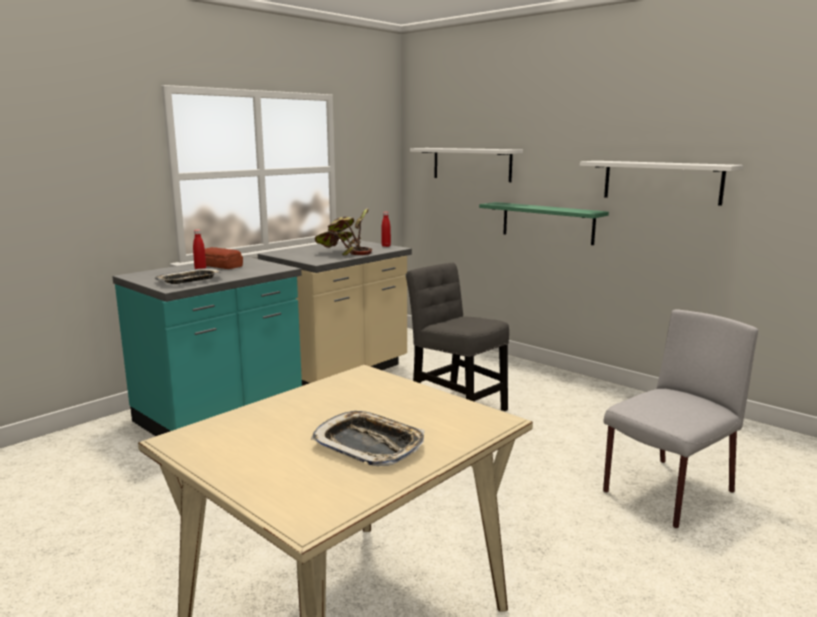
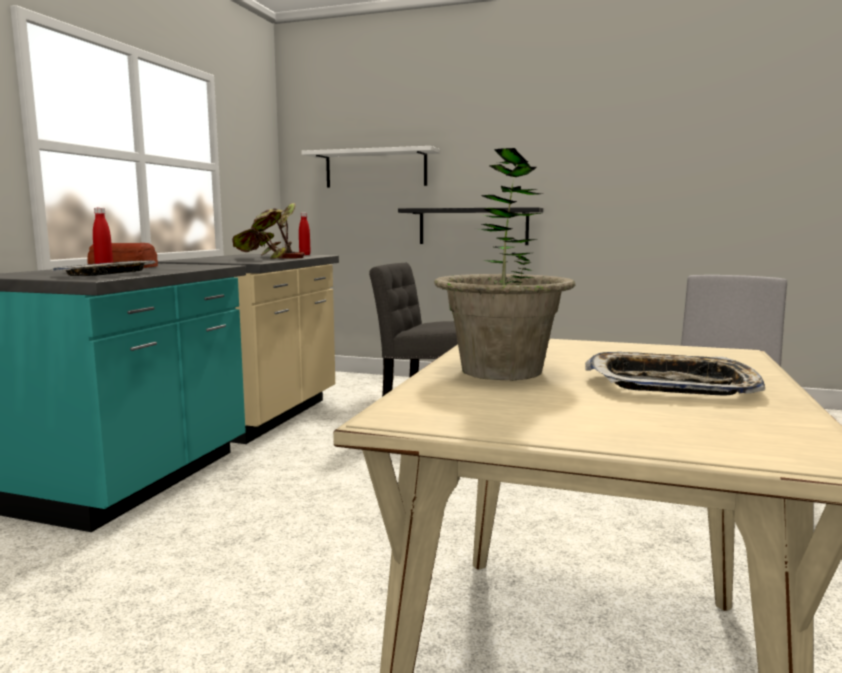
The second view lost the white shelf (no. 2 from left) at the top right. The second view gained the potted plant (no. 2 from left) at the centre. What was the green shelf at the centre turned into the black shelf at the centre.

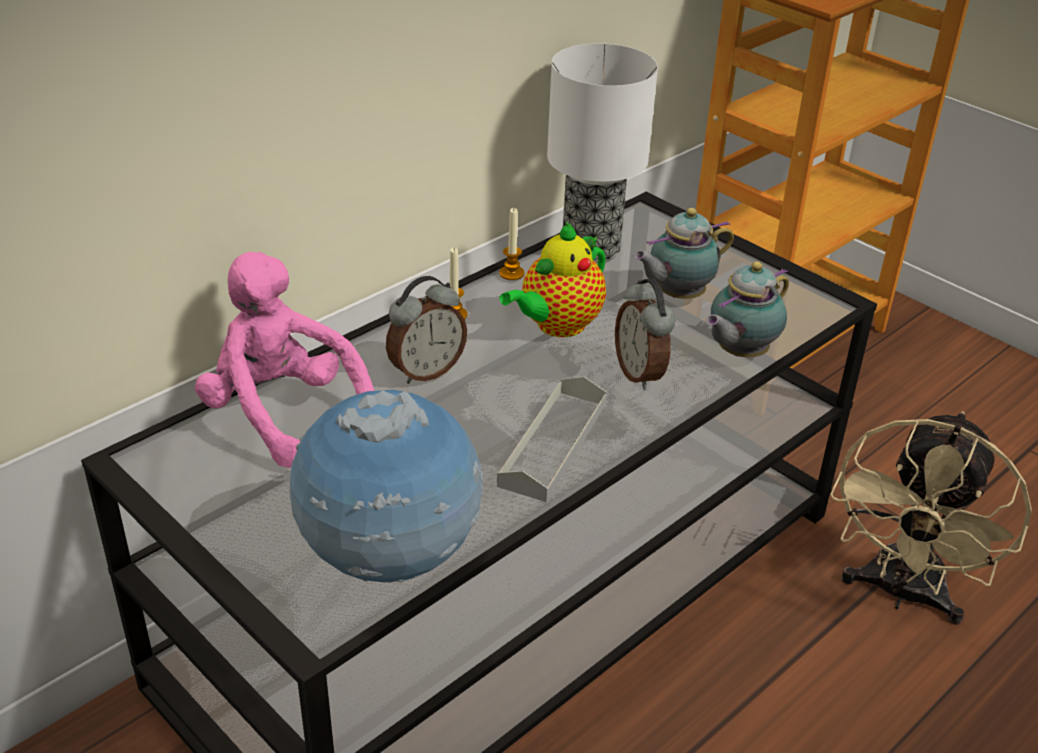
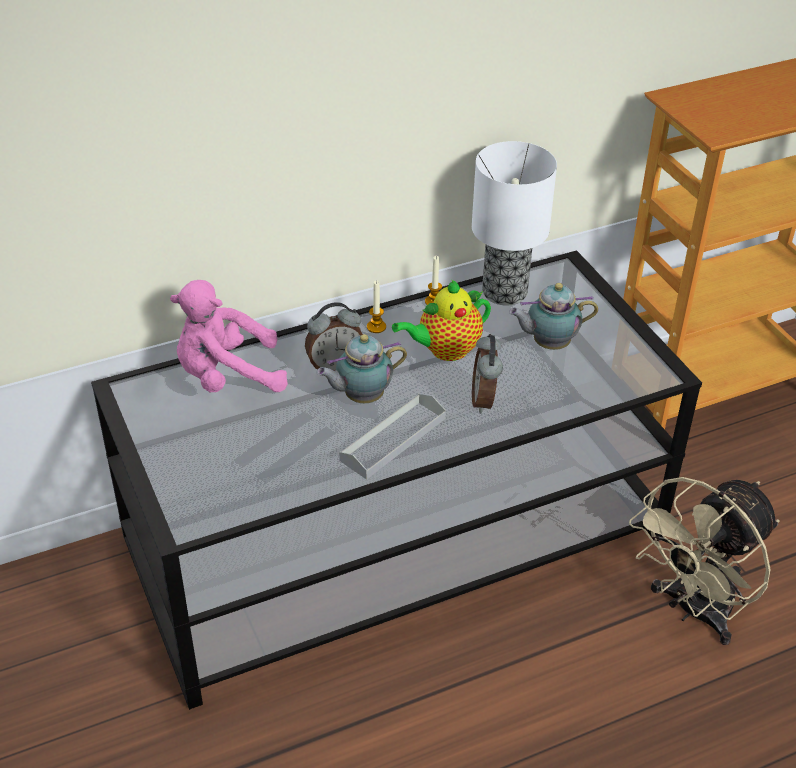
The second view lost the globe at the centre. The teapot (no. 3 from left in the first image) ended up elsewhere, having gone from the middle right to the centre. The pink plush toy at the middle left ended up facing another way, 75 degrees counterclockwise from before.

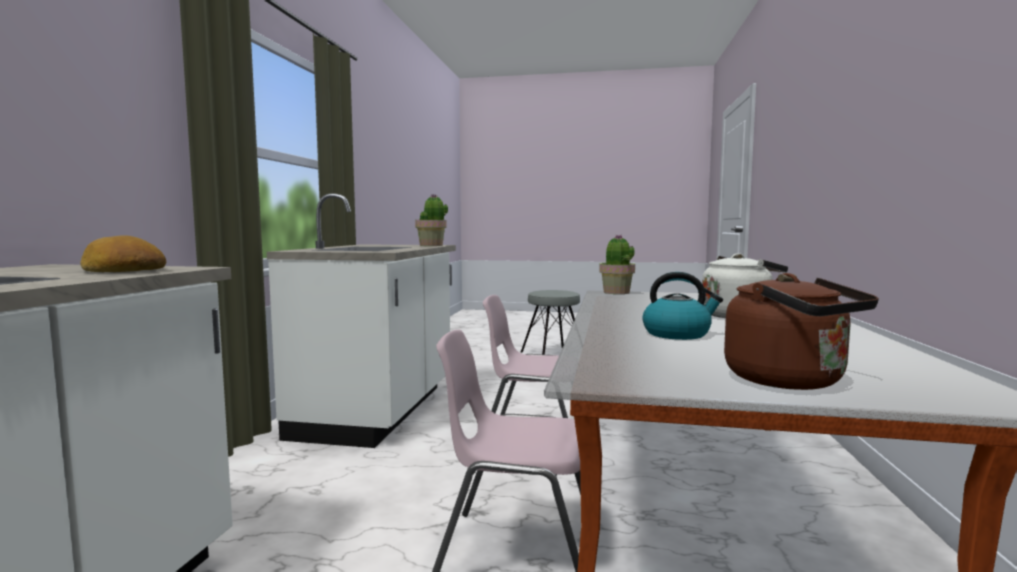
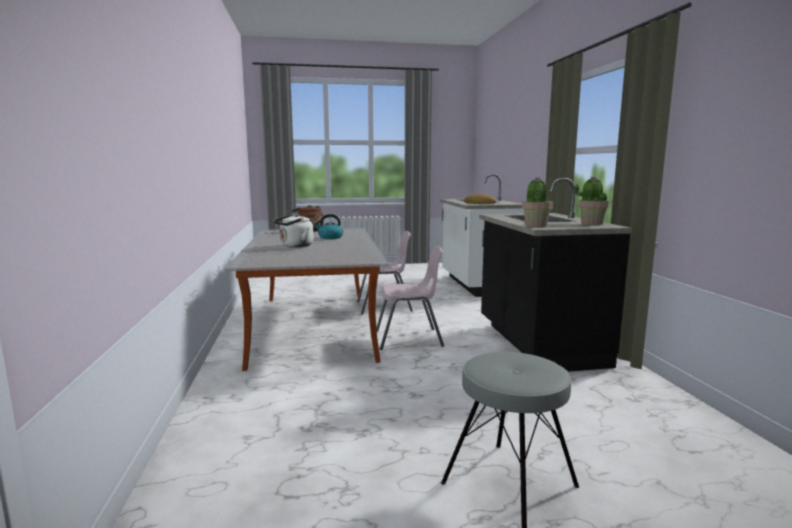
The potted plant (no. 2 from left) ended up elsewhere, having gone from the centre to the middle right. What was the white counter (no. 2 from left) at the centre turned into the black counter at the middle right.

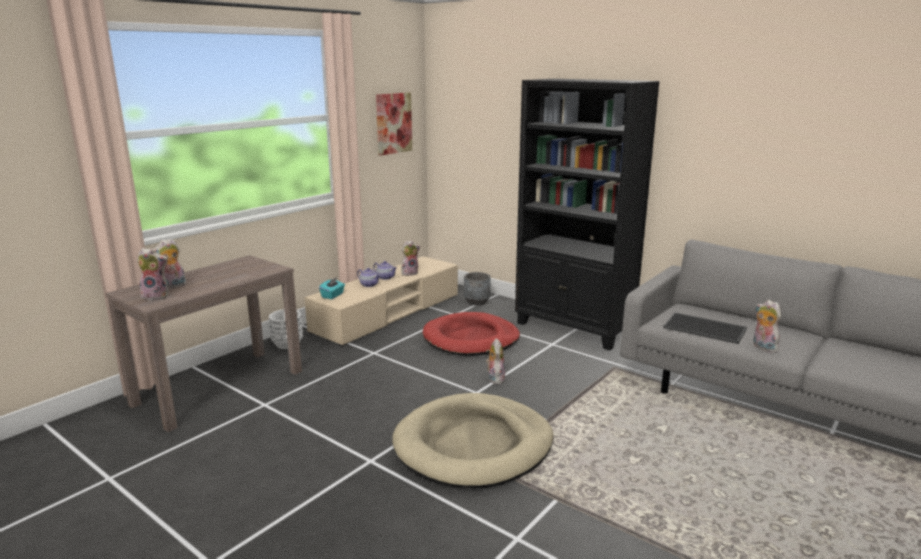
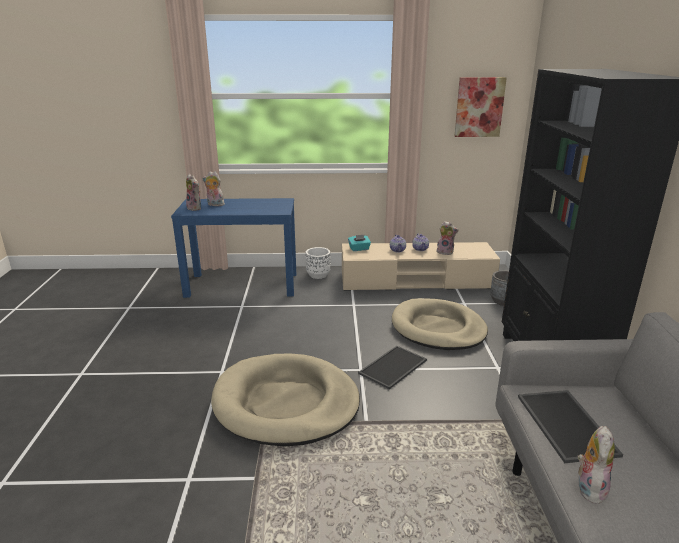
Where the plush toy (no. 4 from left) stood at the centre, the tray (no. 1 from left) came to stand at the bottom centre. What was the brown console table at the middle left turned into the blue console table at the centre. What was the red dog bed at the centre turned into the beige dog bed (no. 2 from left) at the centre.

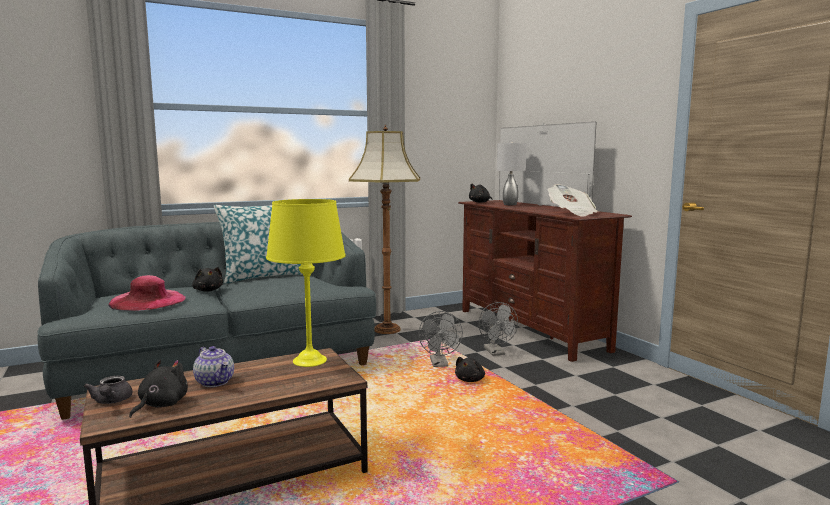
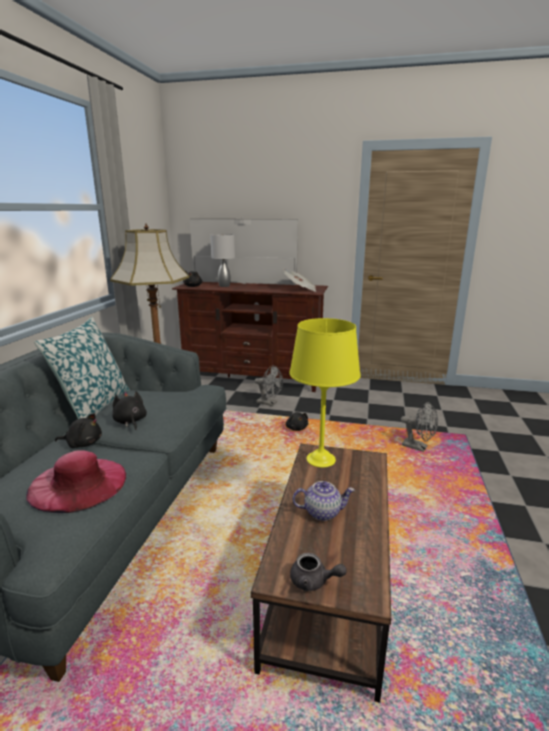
The black plush toy (no. 1 from left in the first image) ended up elsewhere, having gone from the bottom left to the middle left. The grey fan (no. 1 from left in the first image) ended up elsewhere, having gone from the bottom centre to the middle right.

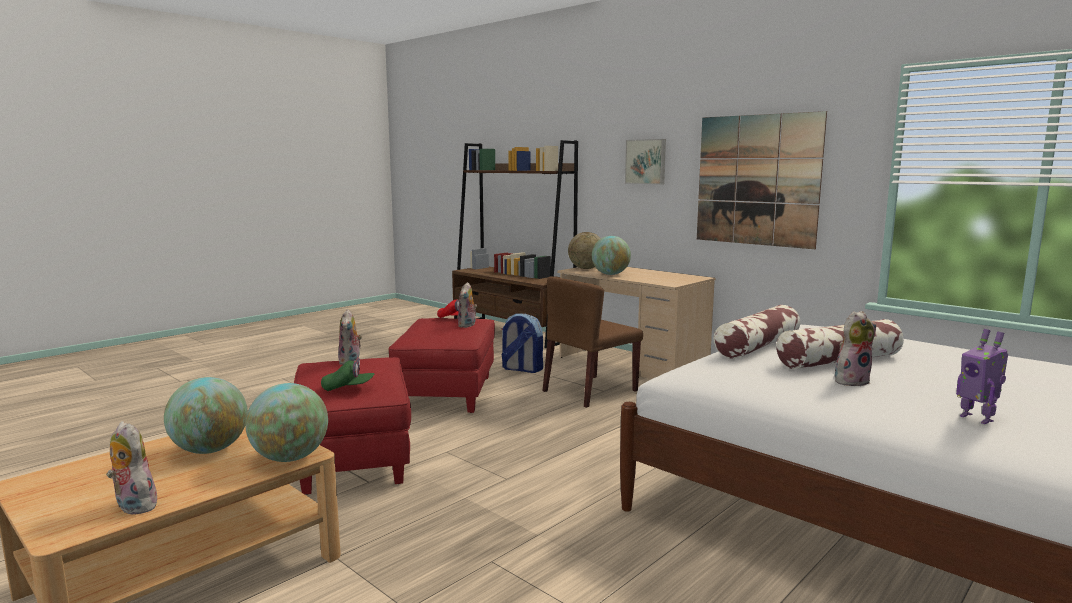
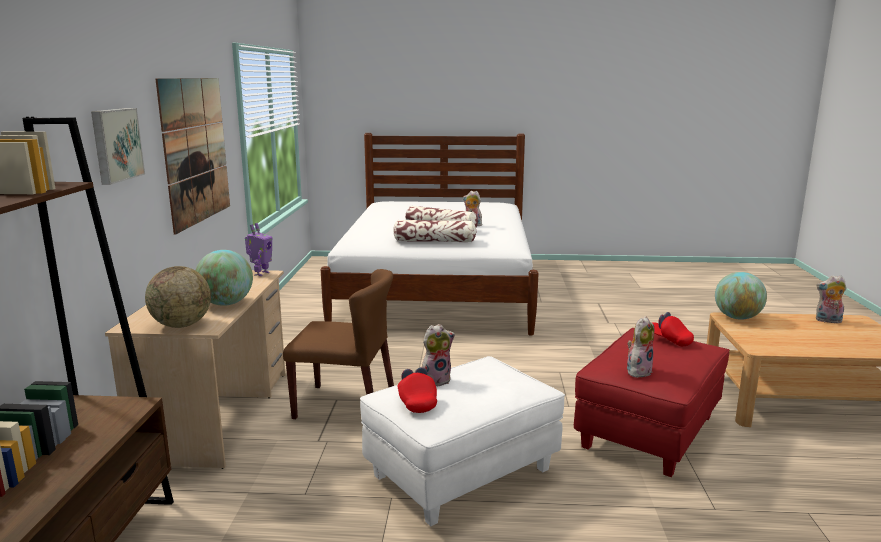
The second view lost the globe (no. 1 from left) at the bottom left. The second view lost the backpack at the centre. The toy robot ended up elsewhere, having gone from the middle right to the middle left. What was the green cap at the middle left turned into the red cap (no. 2 from left) at the middle right. What was the red ottoman (no. 2 from left) at the centre turned into the white ottoman at the bottom centre. The plush toy (no. 1 from left in the first image) at the bottom left ended up facing another way, 105 degrees clockwise from before.

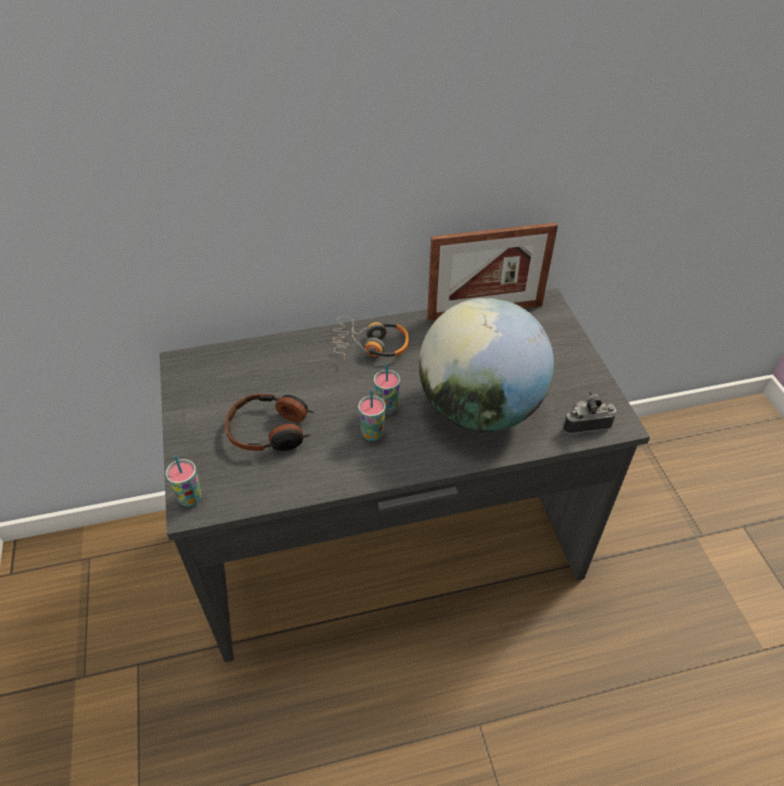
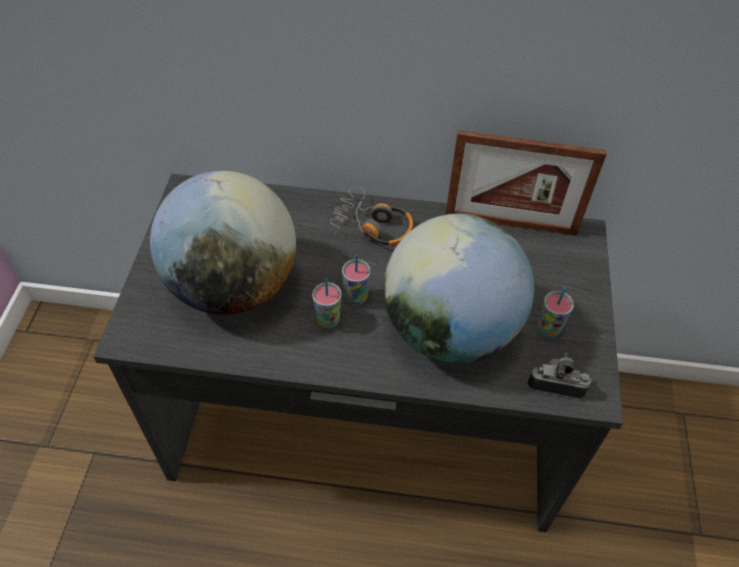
The cup (no. 1 from left in the first image) ended up elsewhere, having gone from the middle left to the middle right. Where the headphones (no. 1 from left) stood at the centre, the globe (no. 1 from left) came to stand at the middle left.

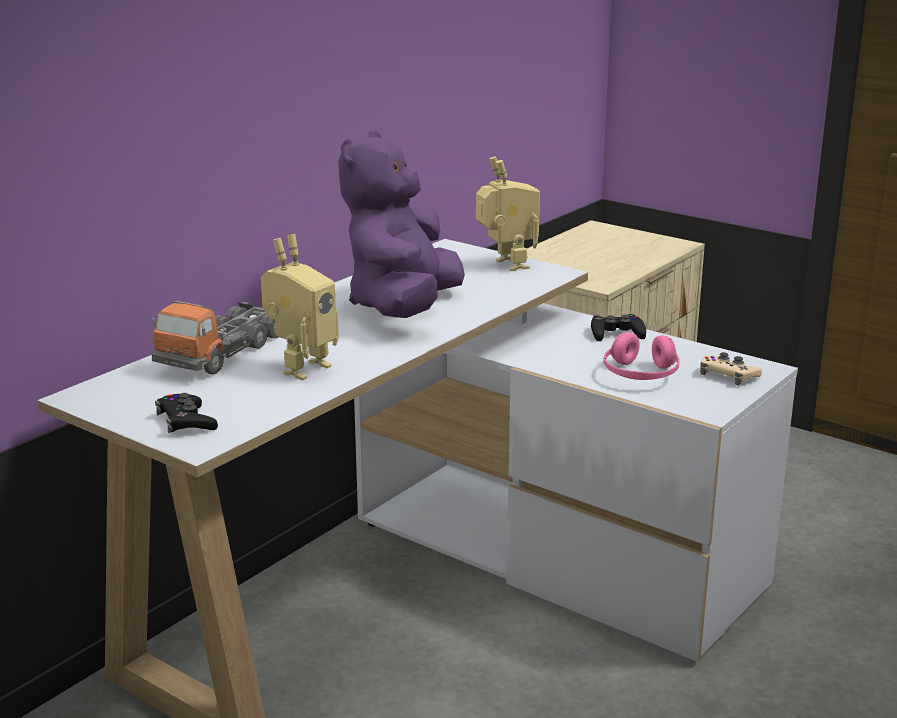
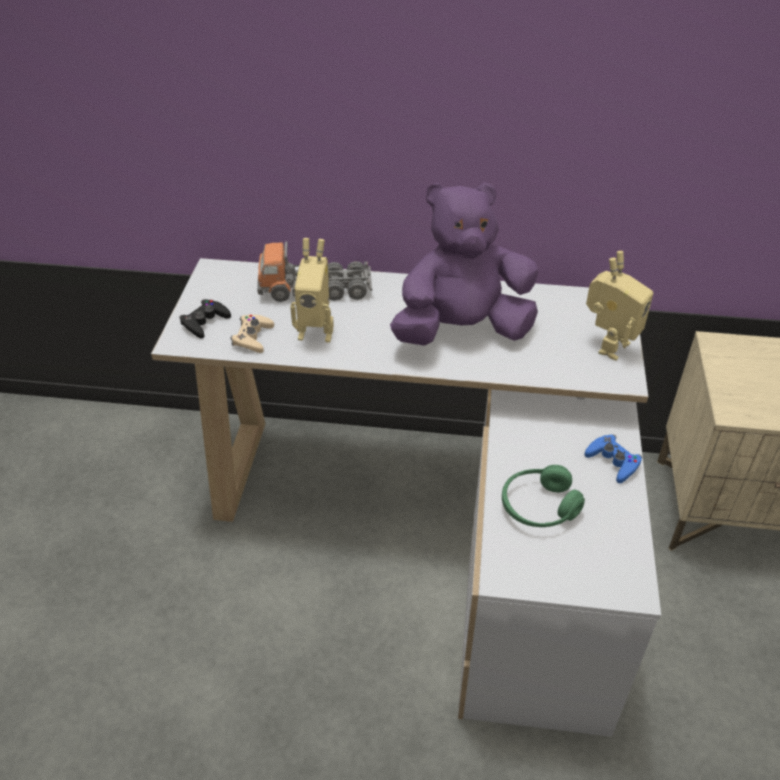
The beige game controller ended up elsewhere, having gone from the middle right to the middle left. What was the black game controller (no. 2 from left) at the middle right turned into the blue game controller at the middle right. What was the pink headphones at the middle right turned into the green headphones at the middle right.

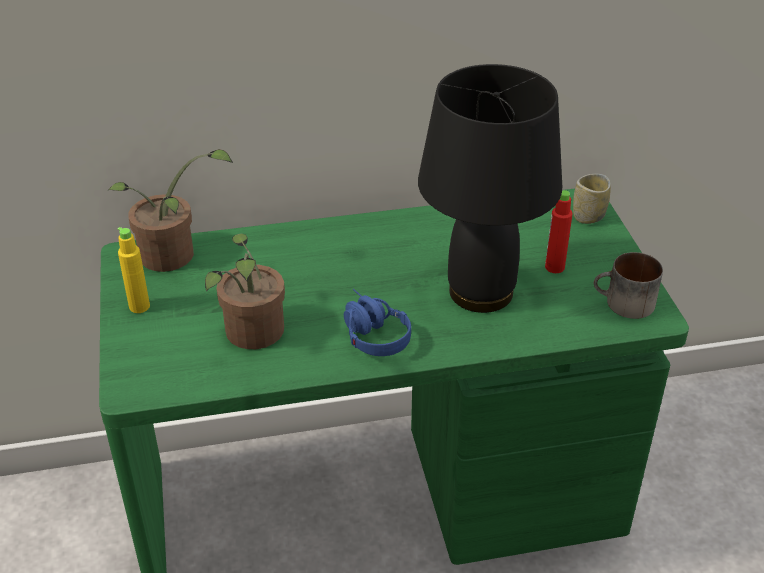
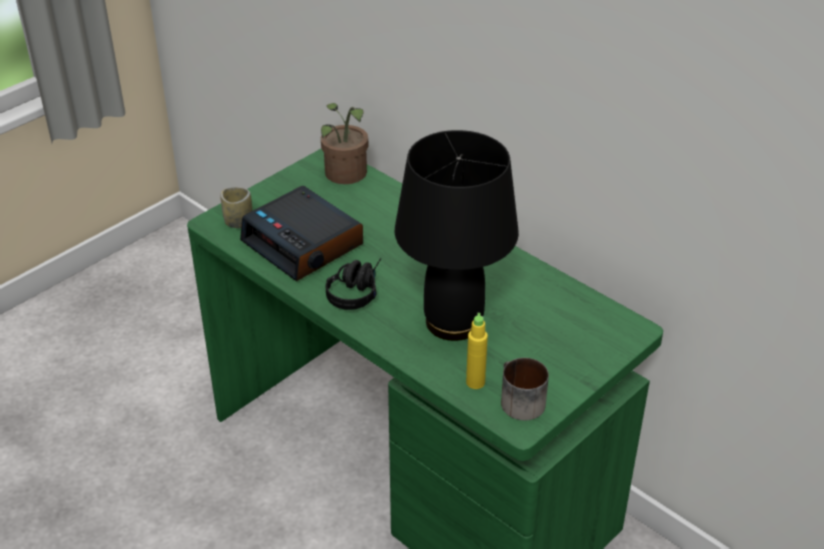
The second view lost the red bottle at the middle right. The yellow bottle ended up elsewhere, having gone from the middle left to the centre. The cup ended up elsewhere, having gone from the middle right to the middle left. Where the potted plant (no. 2 from left) stood at the middle left, the alarm clock came to stand at the centre. What was the blue headphones at the centre turned into the black headphones at the centre.

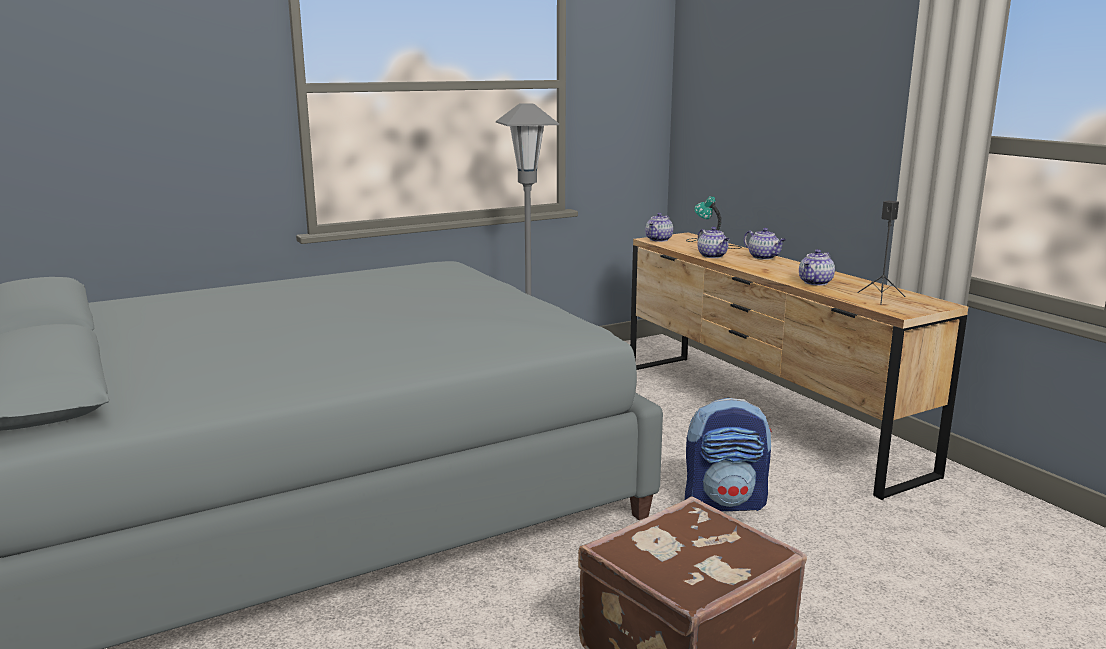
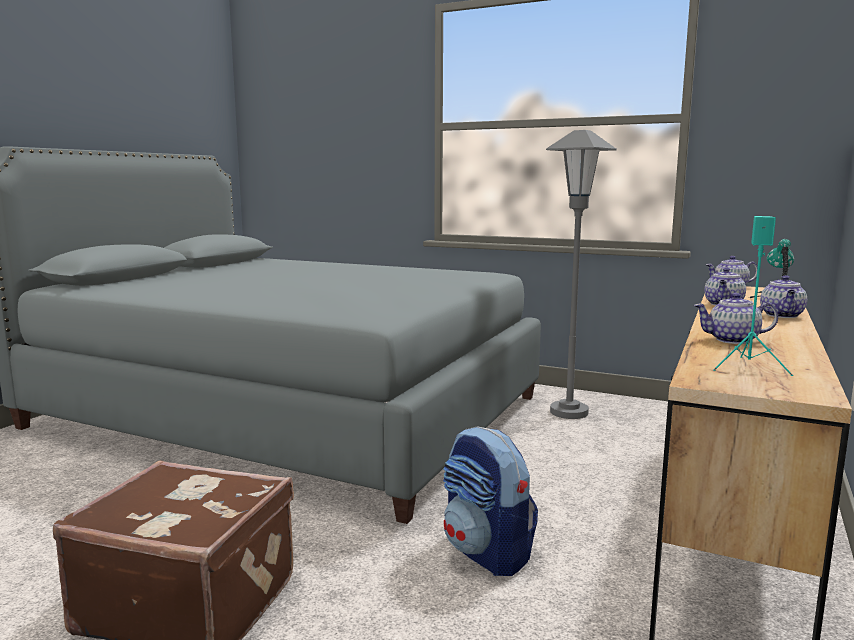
What was the black speaker at the middle right turned into the turquoise speaker at the middle right.

